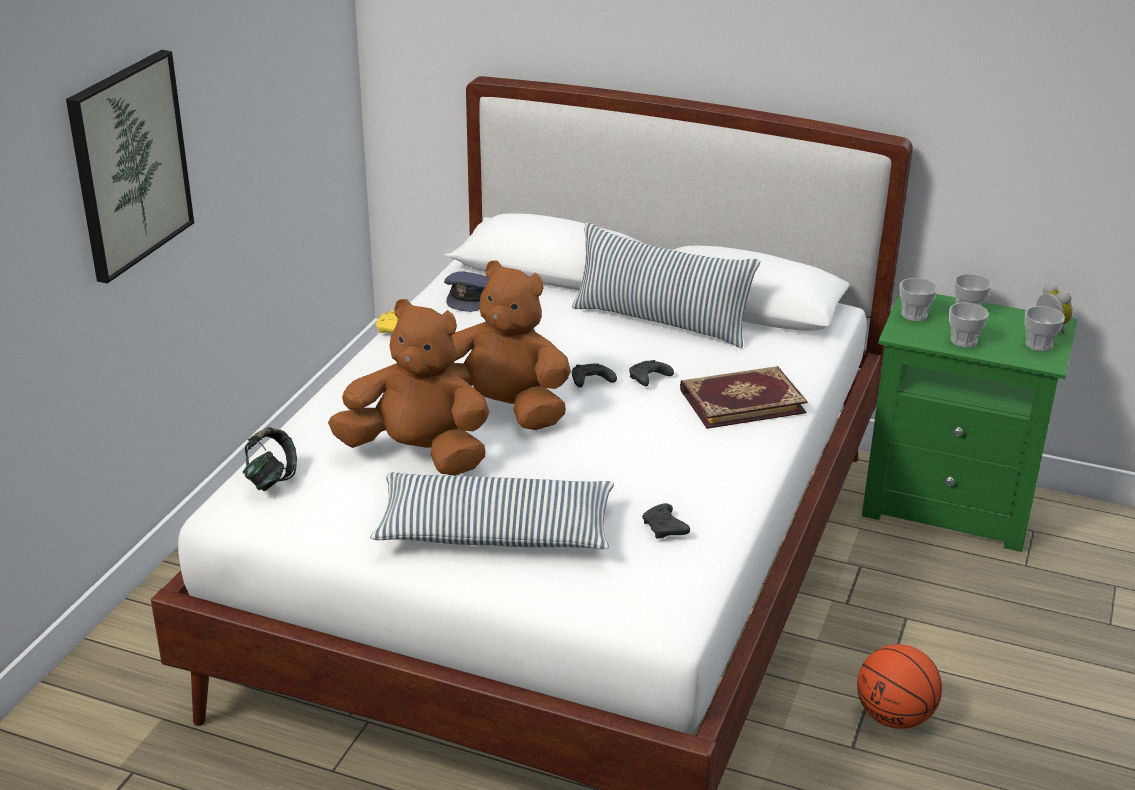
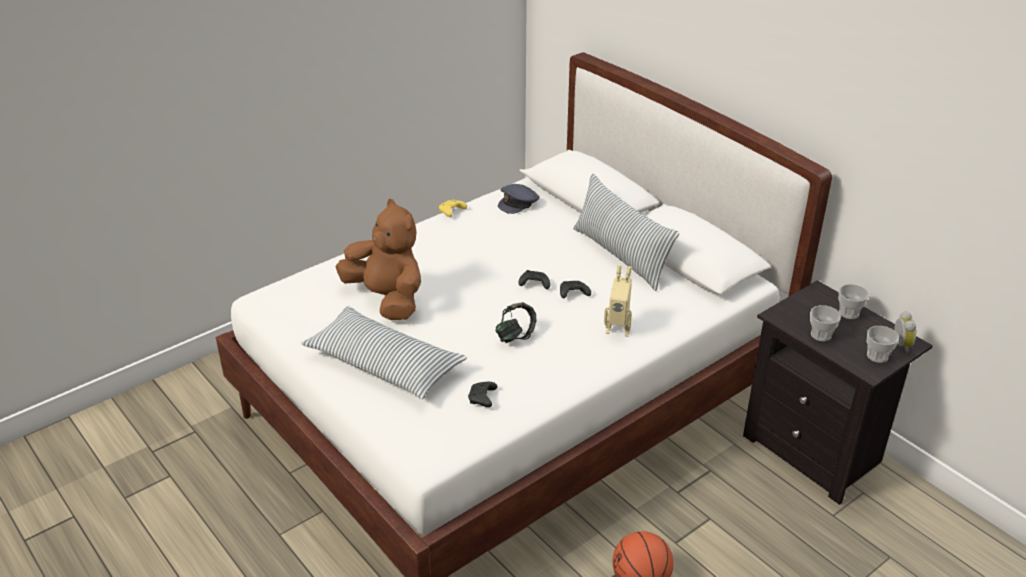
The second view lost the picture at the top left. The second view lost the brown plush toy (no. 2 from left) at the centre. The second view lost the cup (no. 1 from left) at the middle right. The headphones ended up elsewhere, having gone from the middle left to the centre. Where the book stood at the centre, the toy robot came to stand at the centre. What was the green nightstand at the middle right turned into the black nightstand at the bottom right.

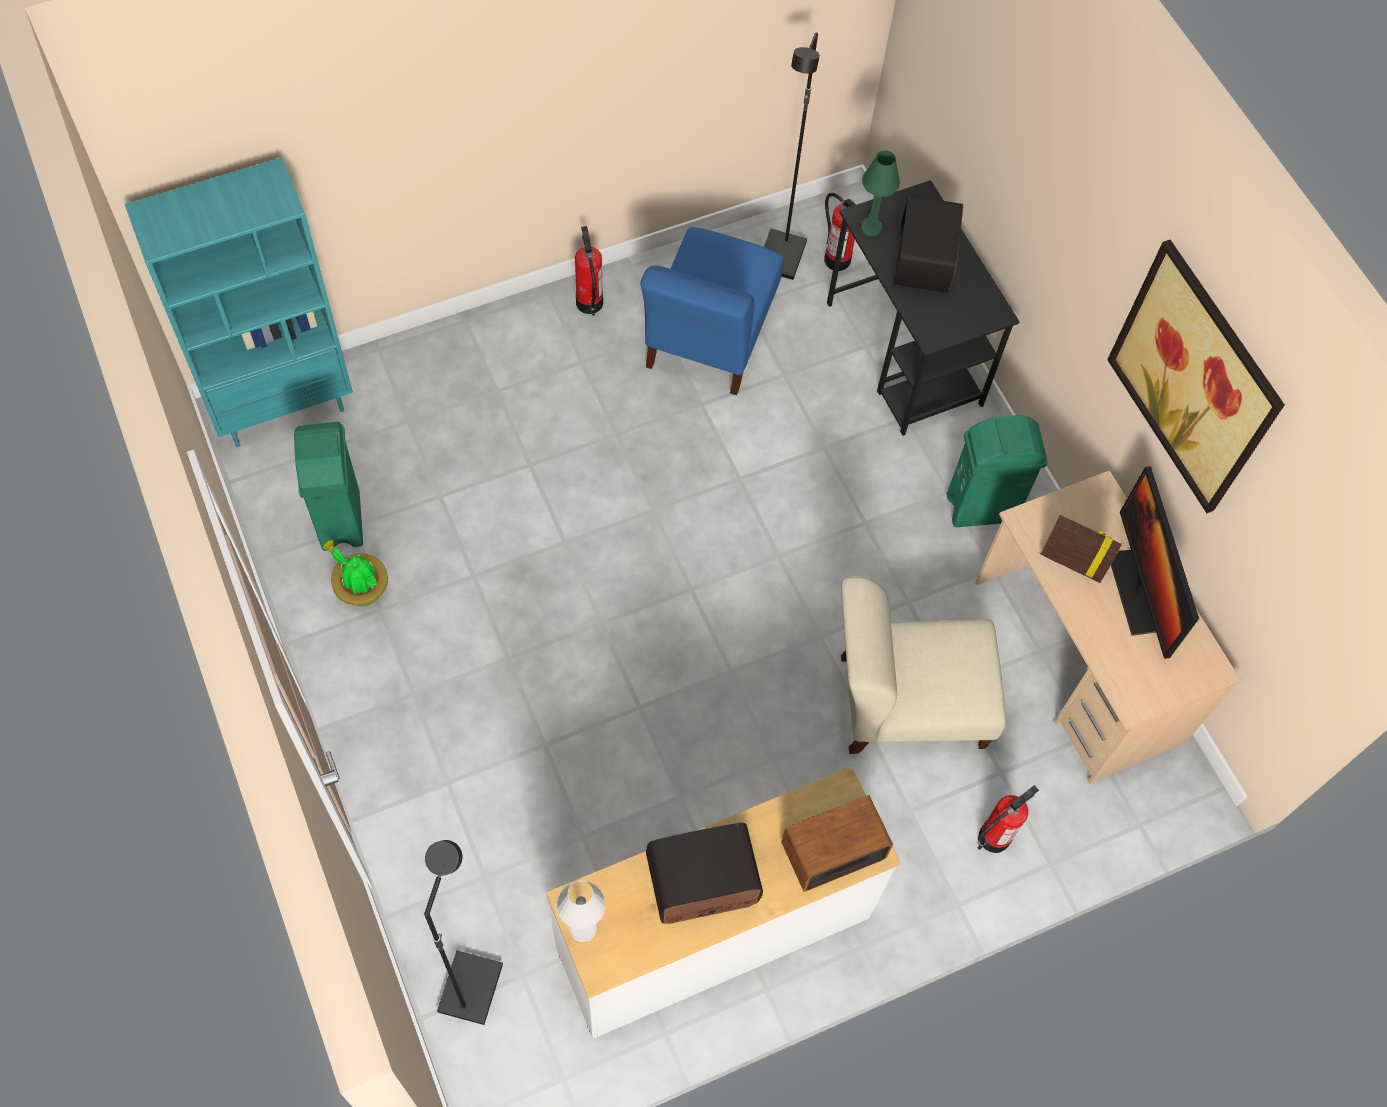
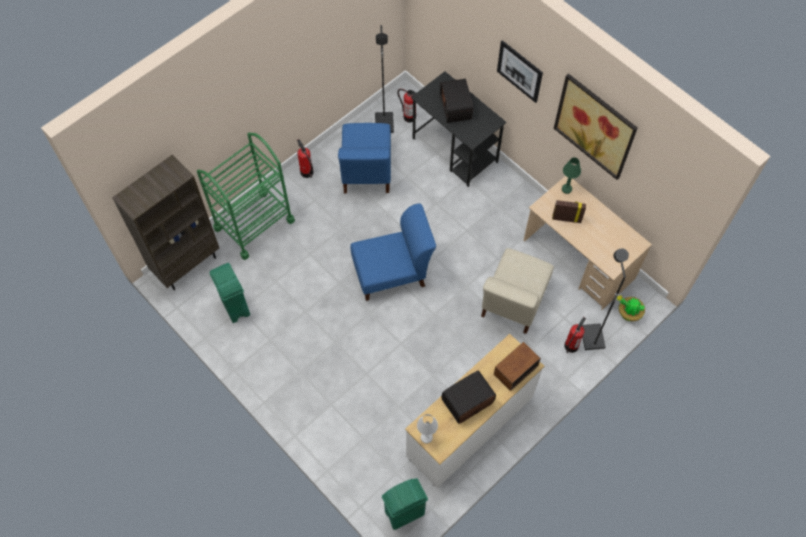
The second view lost the monitor at the middle right. The second view gained the green cart at the middle left. The second view gained the blue chair (no. 2 from left) at the centre. The second view gained the picture (no. 1 from left) at the top centre. The potted plant ended up elsewhere, having gone from the middle left to the middle right. The black floor lamp (no. 1 from left in the first image) ended up elsewhere, having gone from the bottom centre to the middle right. The green table lamp ended up elsewhere, having gone from the top centre to the top right. The green trash can (no. 2 from left) ended up elsewhere, having gone from the middle right to the bottom centre. What was the turquoise bookcase at the top left turned into the brown bookcase at the middle left. The beige chair at the centre ended up facing another way, 45 degrees counterclockwise from before.

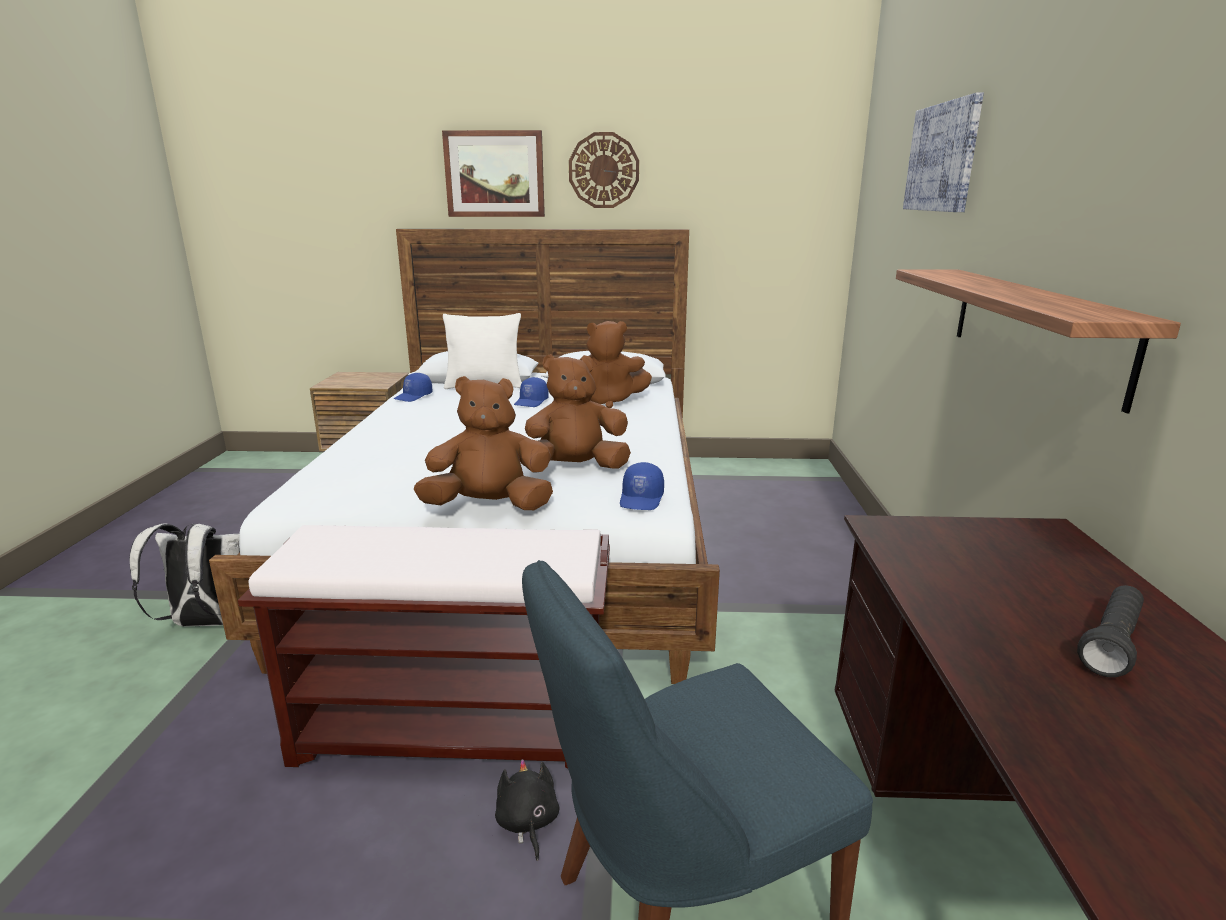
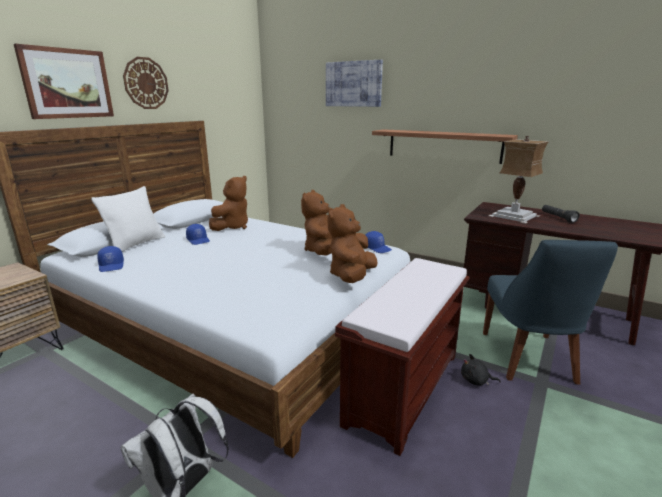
The second view gained the table lamp at the middle right.

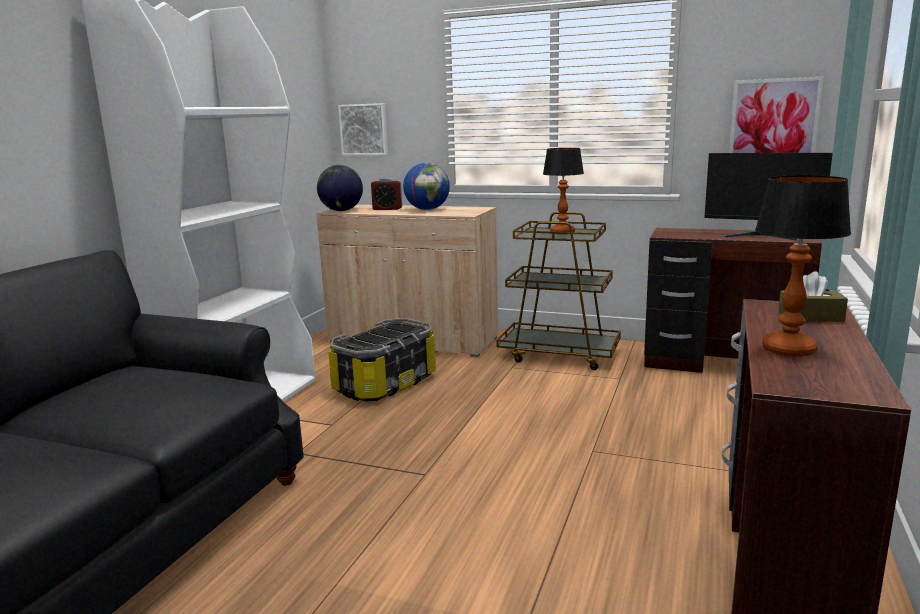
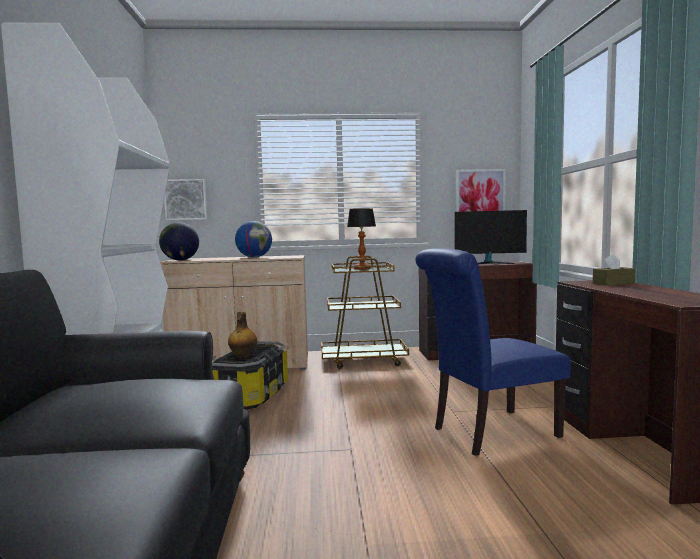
The second view lost the alarm clock at the top centre. The second view lost the table lamp (no. 2 from left) at the middle right. The second view gained the bottle at the centre. The second view gained the blue chair at the middle right.

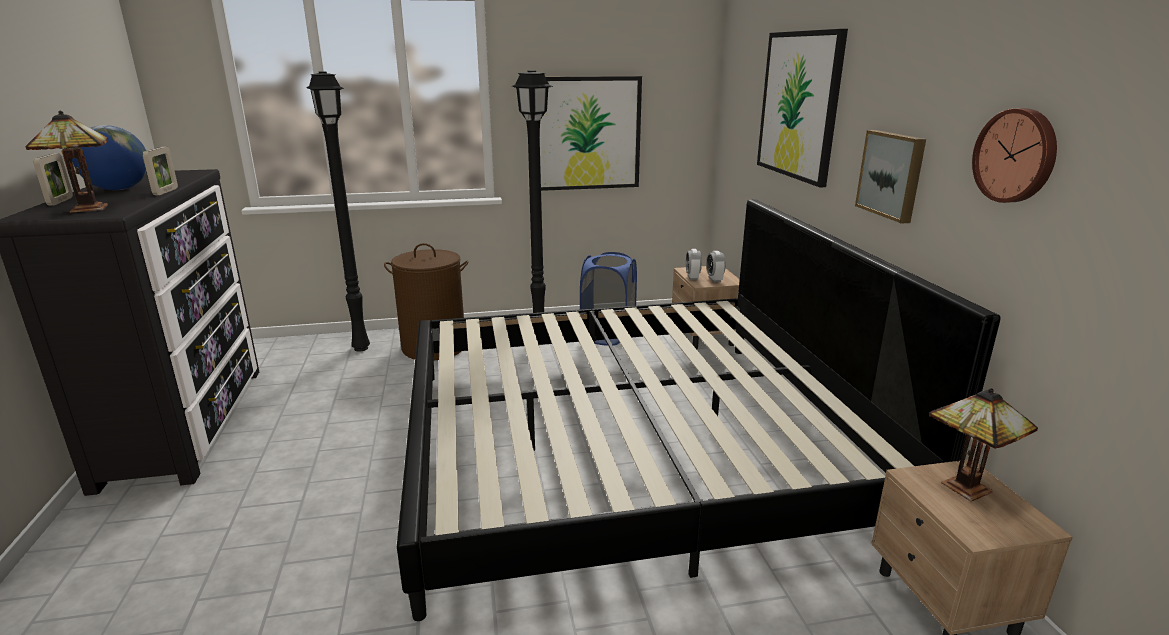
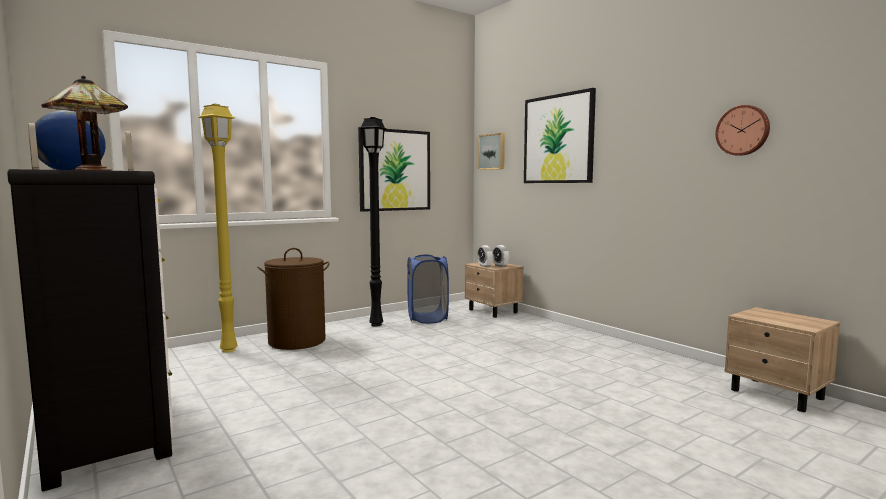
The second view lost the bed at the centre. The second view lost the table lamp (no. 2 from left) at the bottom right. The picture (no. 3 from left in the first image) ended up elsewhere, having gone from the top right to the top centre. What was the black floor lamp (no. 1 from left) at the top left turned into the yellow floor lamp at the middle left.

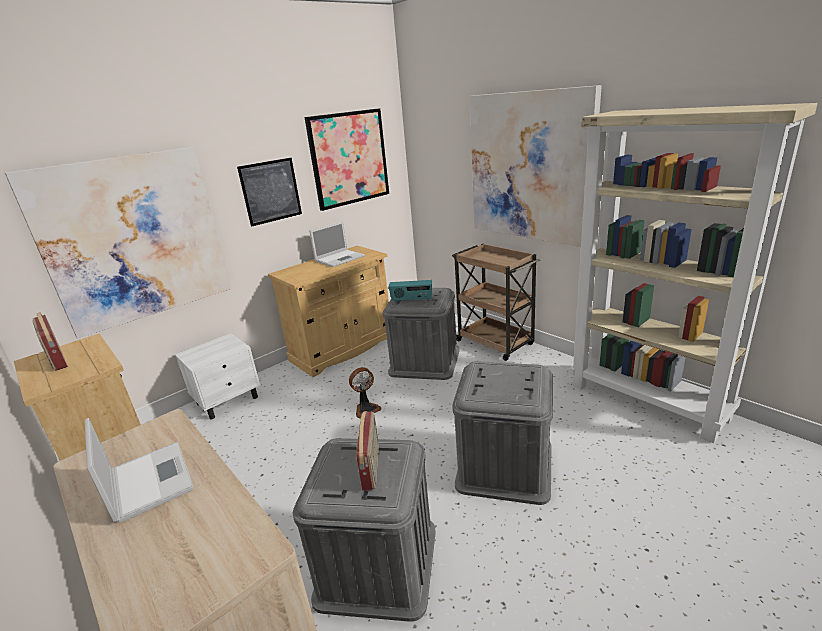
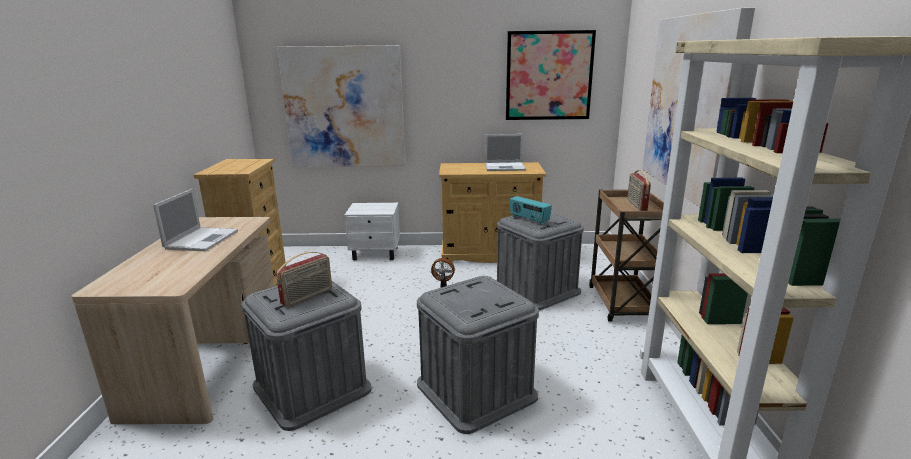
The second view lost the picture (no. 2 from left) at the top left. The radio (no. 1 from left in the first image) ended up elsewhere, having gone from the middle left to the middle right.

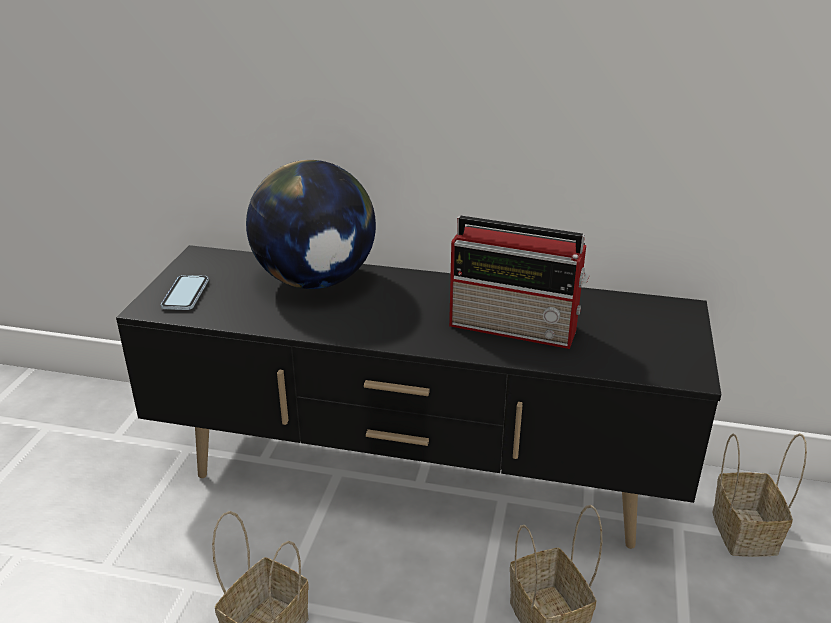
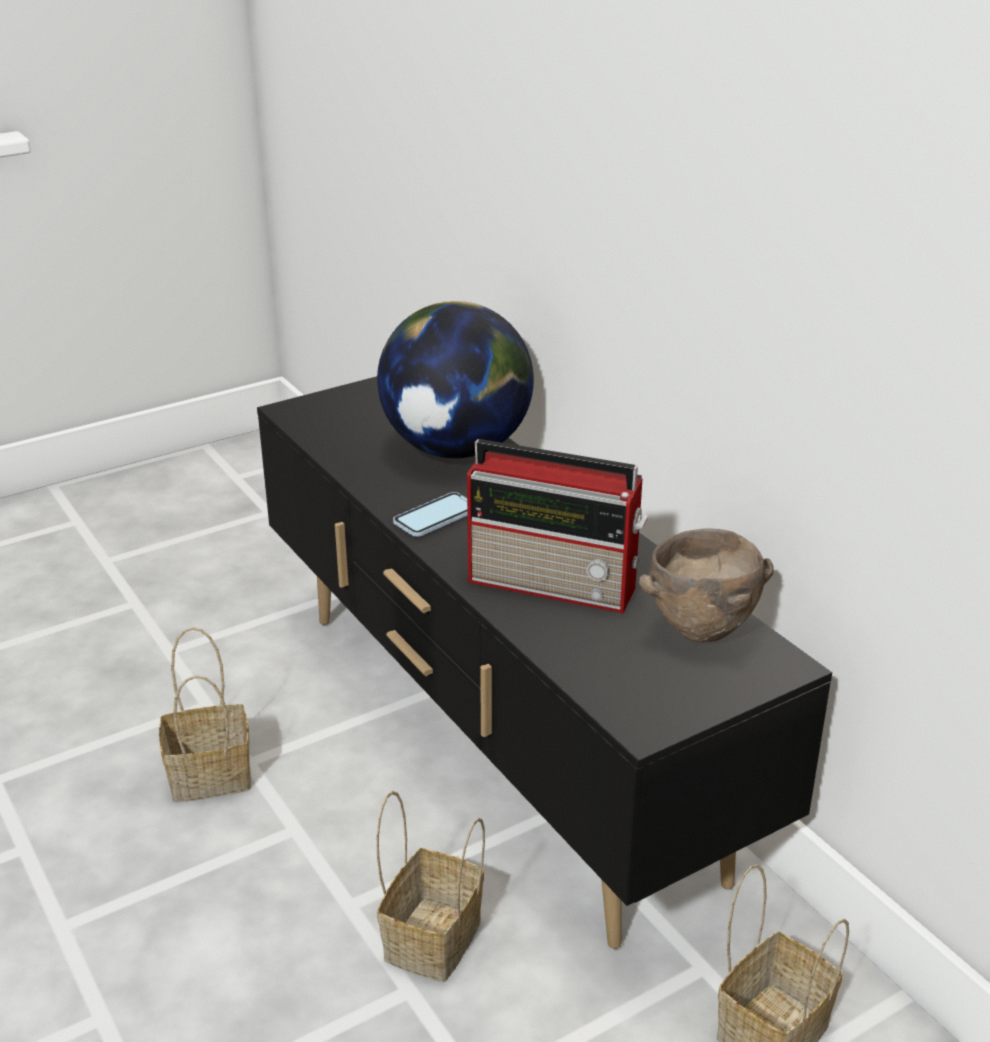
The second view gained the brown bowl at the middle right. The phone ended up elsewhere, having gone from the middle left to the centre. The radio at the centre ended up facing another way, 45 degrees counterclockwise from before.

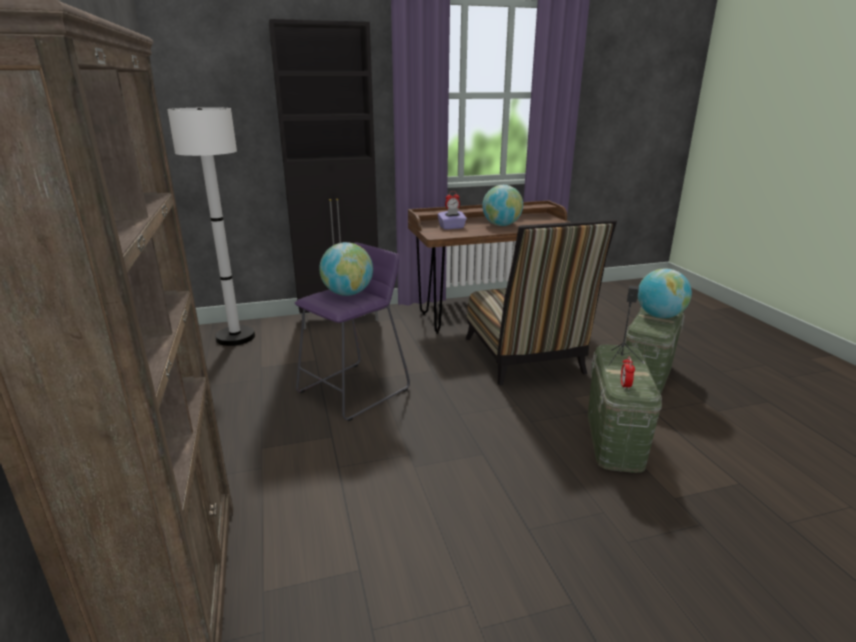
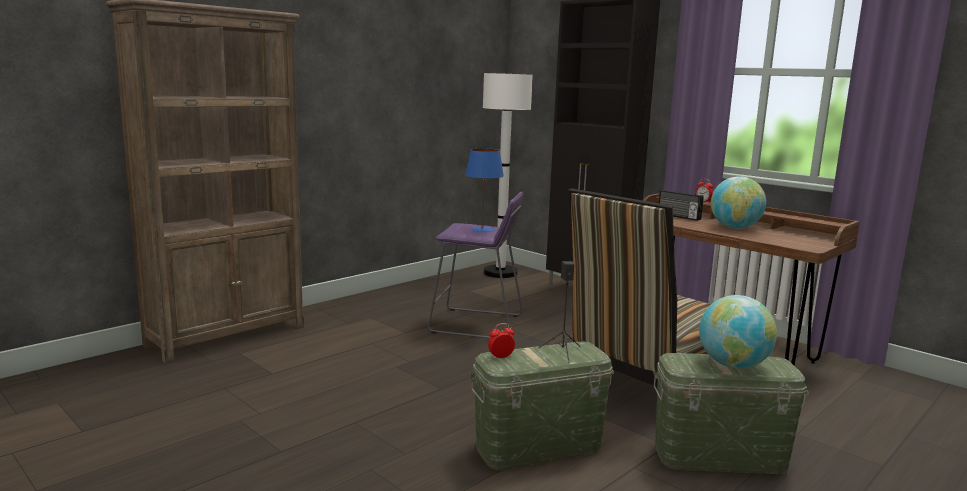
Where the globe (no. 1 from left) stood at the centre, the blue table lamp came to stand at the centre. Where the purple tissue box stood at the centre, the radio came to stand at the middle right.

